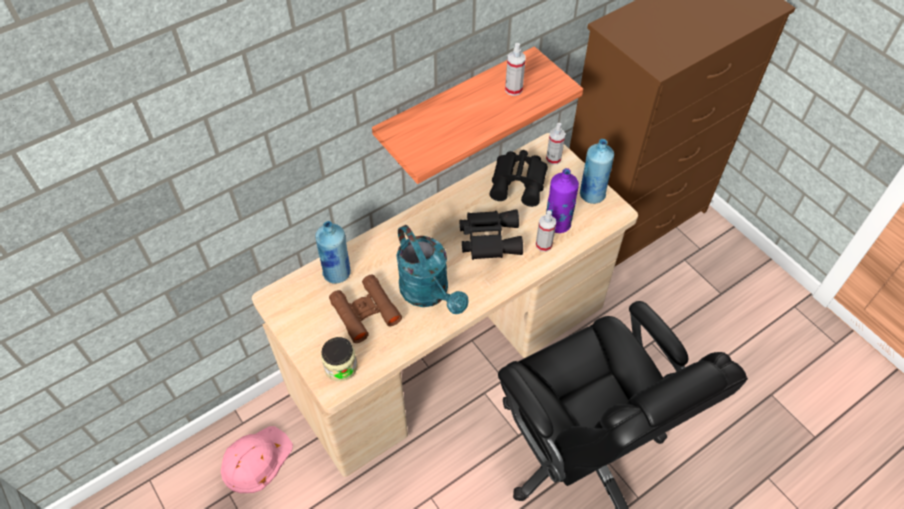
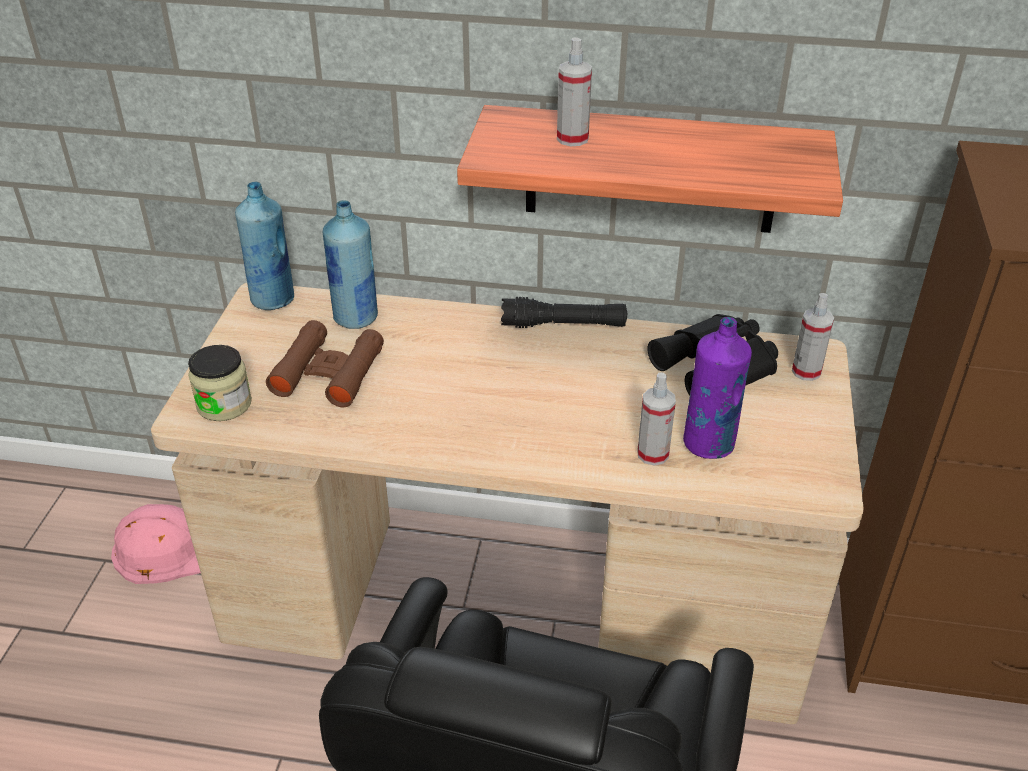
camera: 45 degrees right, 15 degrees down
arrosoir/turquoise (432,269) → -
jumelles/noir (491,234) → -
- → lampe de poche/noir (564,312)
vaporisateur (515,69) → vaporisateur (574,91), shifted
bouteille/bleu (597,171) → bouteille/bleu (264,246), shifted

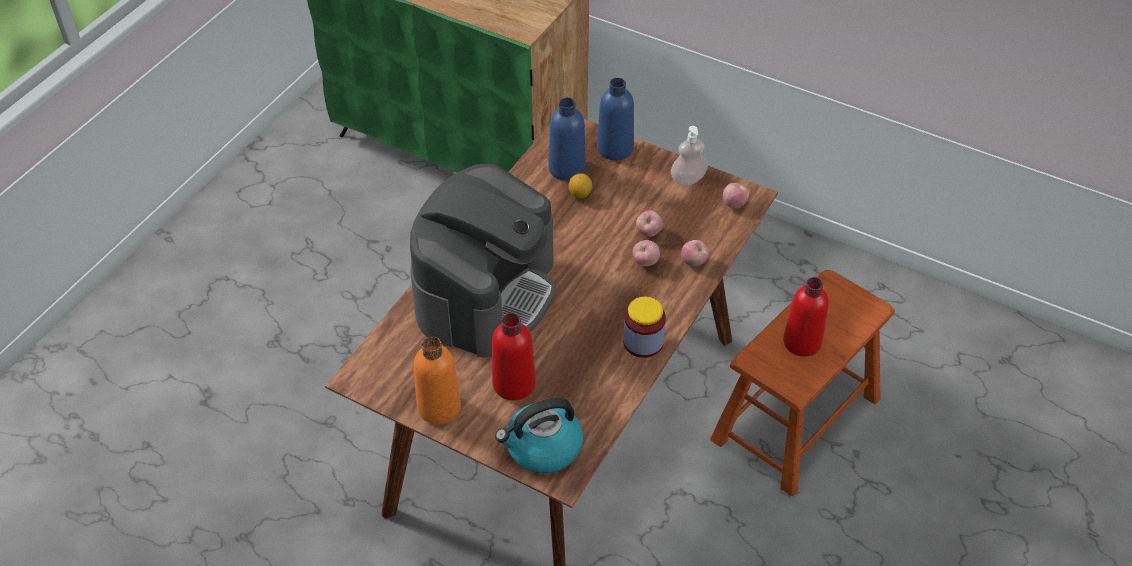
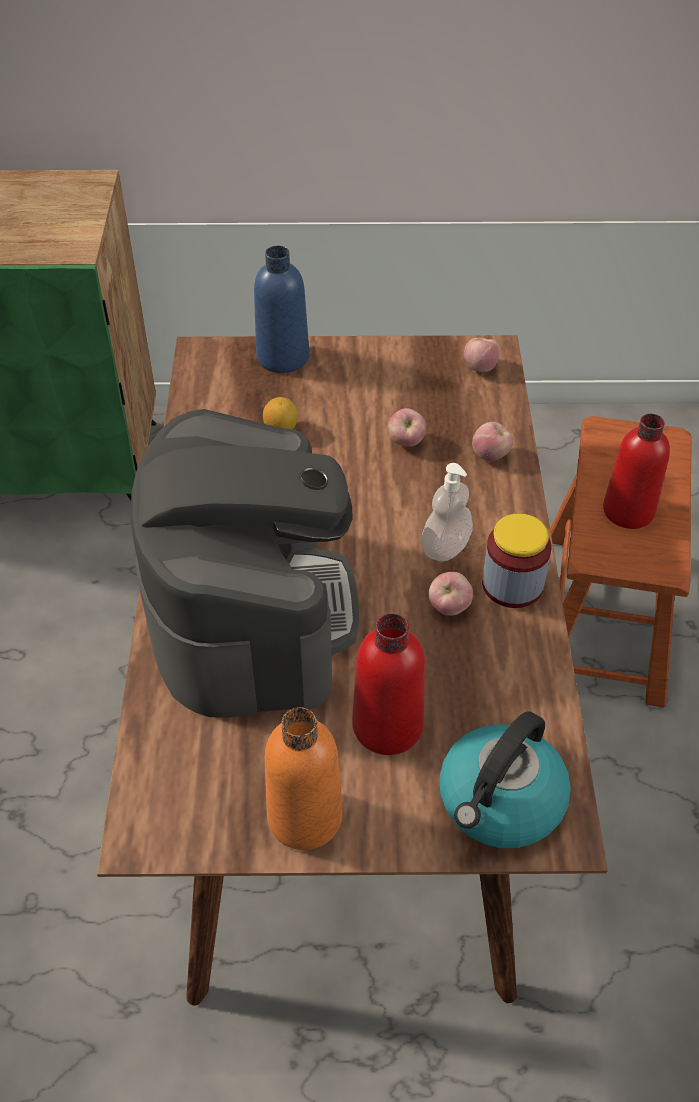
camera: 30 degrees left, 0 degrees up
bouteille/bleu (567,139) → -
pomme (646,253) → pomme (450,594), shifted
distributeur de savon (689,155) → distributeur de savon (447,512), shifted

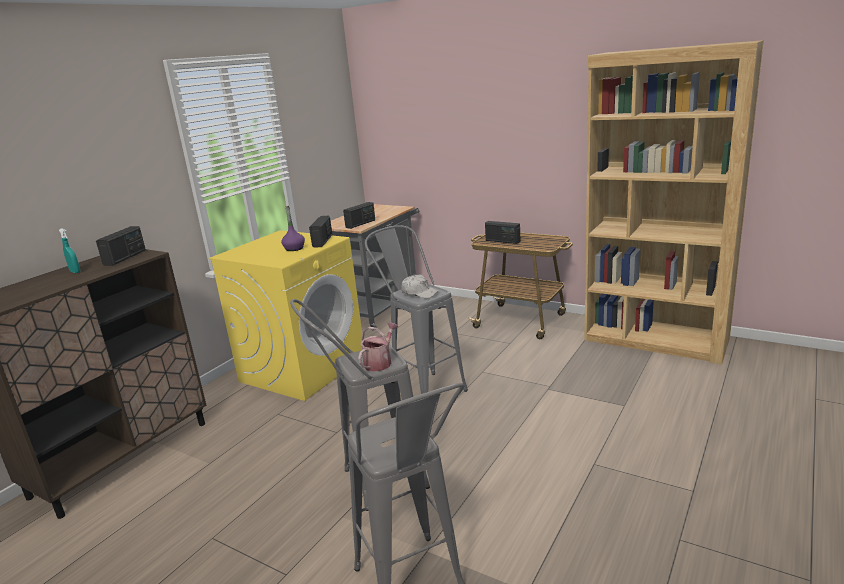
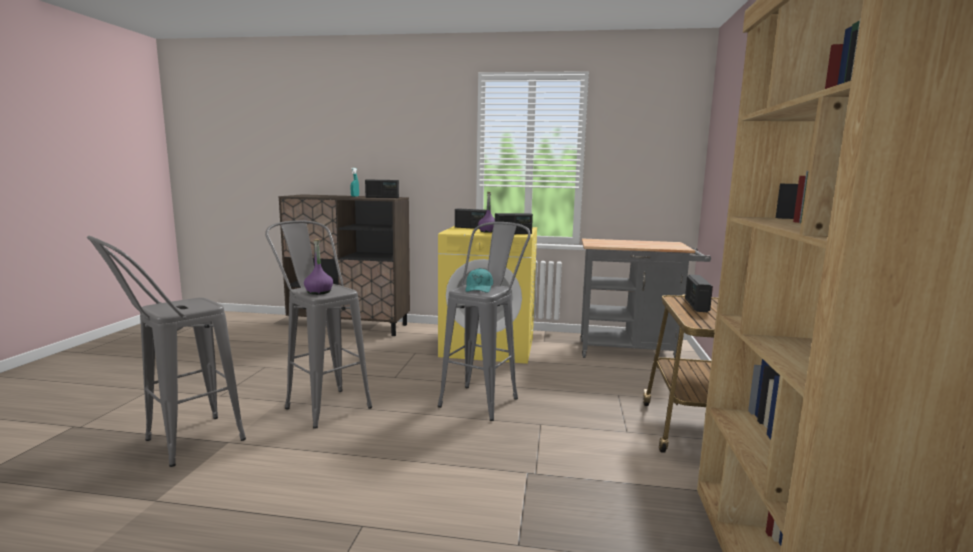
camera: 65 degrees right, 10 degrees down
radio (359,215) → radio (471,218), shifted
arrosoir (378,347) → bouteille/violet (318,267)
casquette/blanc (419,287) → casquette/turquoise (479,280)

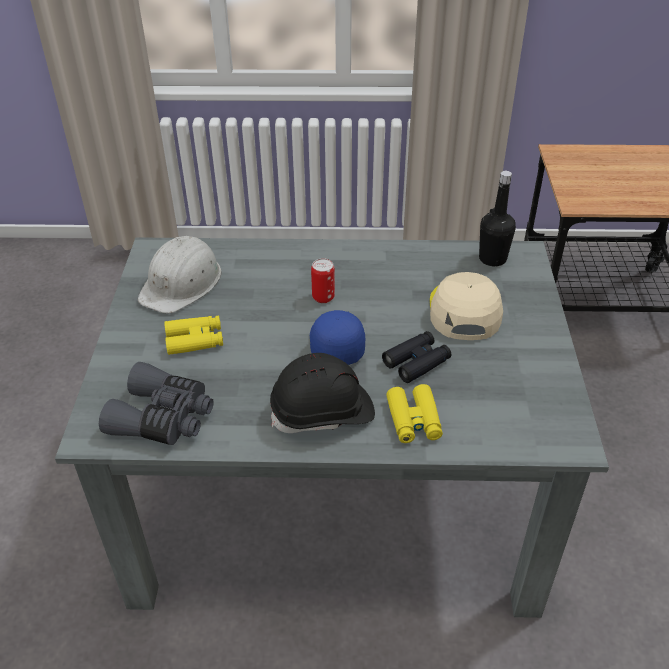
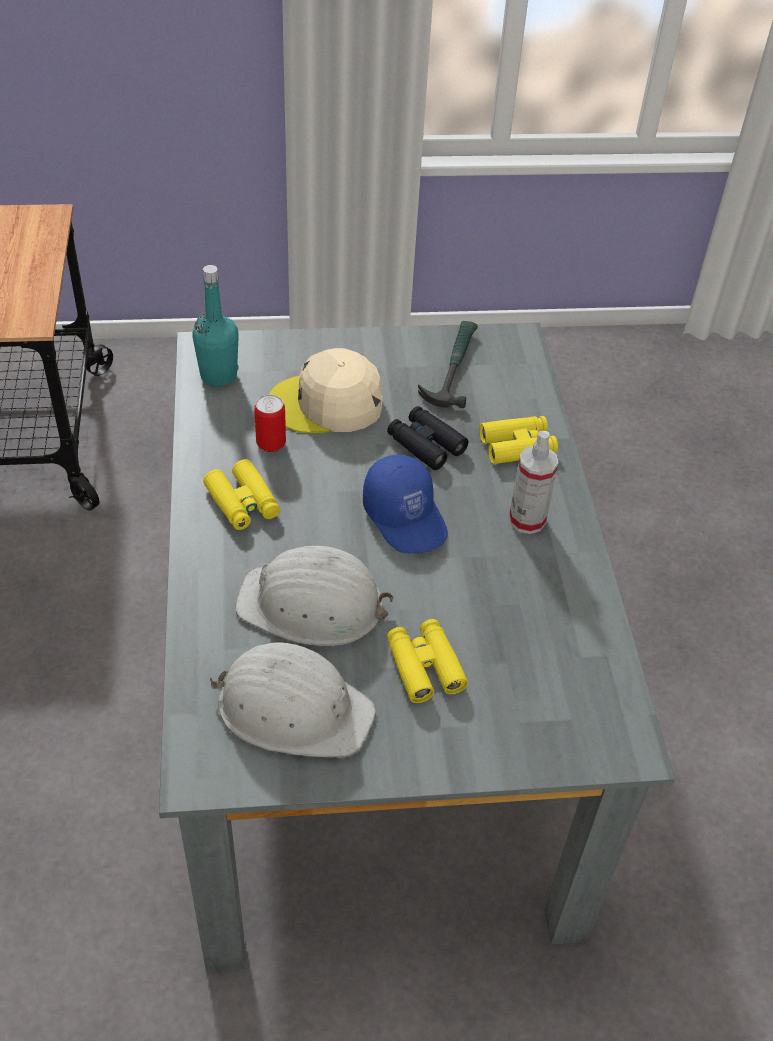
camera: 100 degrees left, 5 degrees up
jumelles/gris (156,403) → -
- → jumelles/jaune (241,494)
- → casque de chantier/blanc (314,596)
- → marteau (448,364)
boîte métallique (323,280) → boîte métallique (270,423), shifted
casque de chantier/noir (322,393) → vaporisateur (534,482)
bouteille/noir (497,219) → bouteille/turquoise (215,326)
casquette/bleu (337,337) → casquette/bleu (405,504), 105 degrees counterclockwise

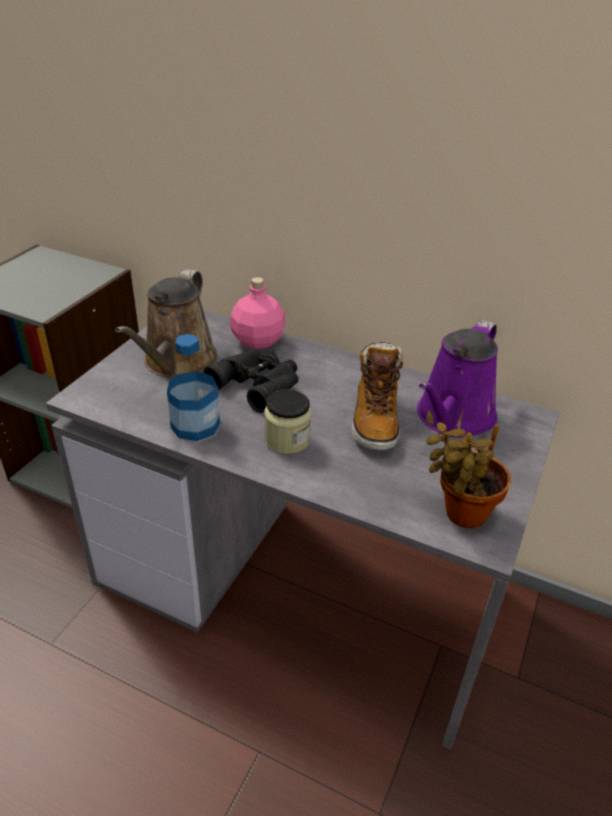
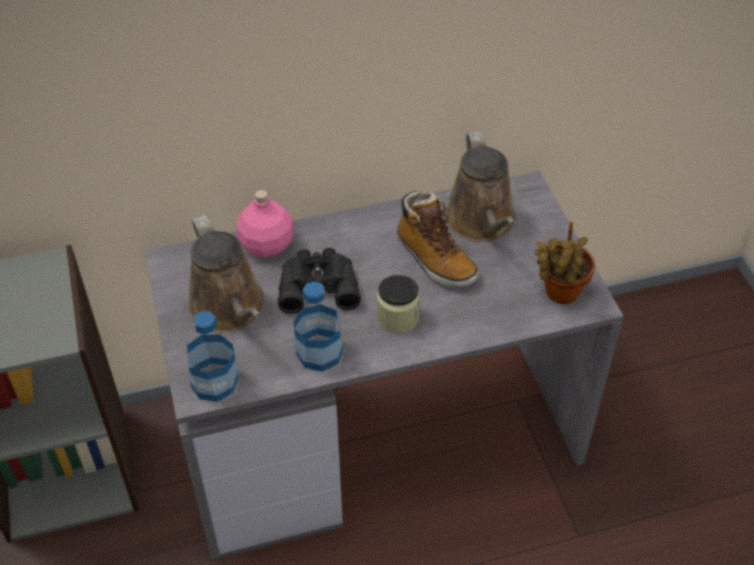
camera: 40 degrees left, 10 degrees up
- → bouteille (213,356)
arrosoir/violet (457,379) → arrosoir/marron (480,186)

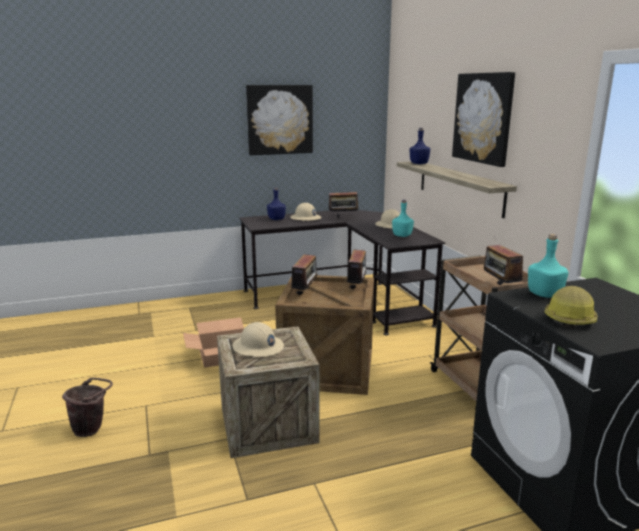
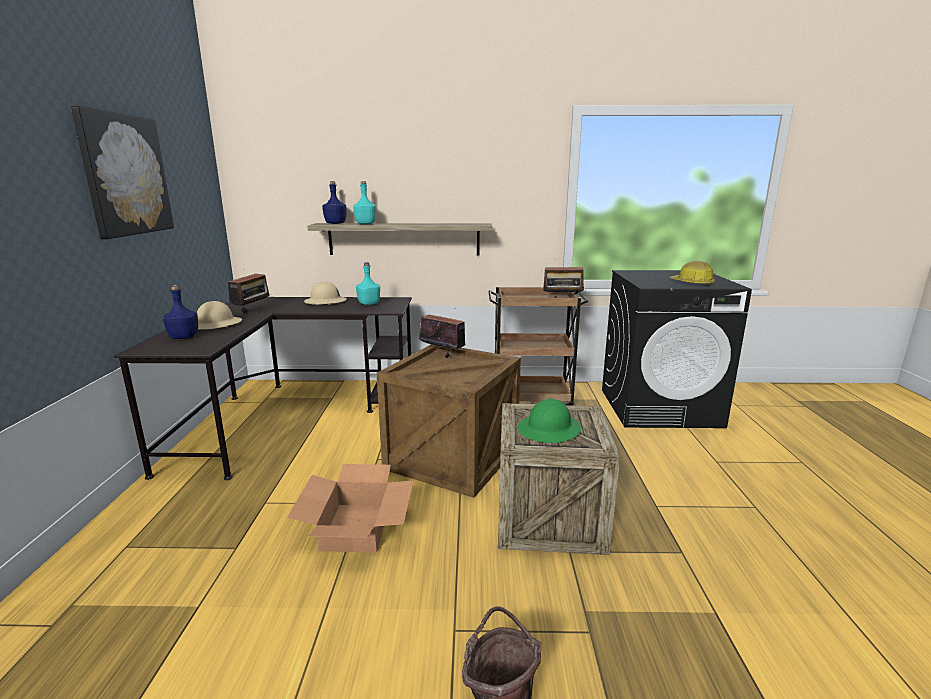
camera: 70 degrees left, 0 degrees up
radio (302,274) → -
tableau (483,119) → -
bouteille/turquoise (548,266) → bouteille/turquoise (364,202), shifted
casque de chantier/beige (258,339) → casque de chantier/vert (549,421)

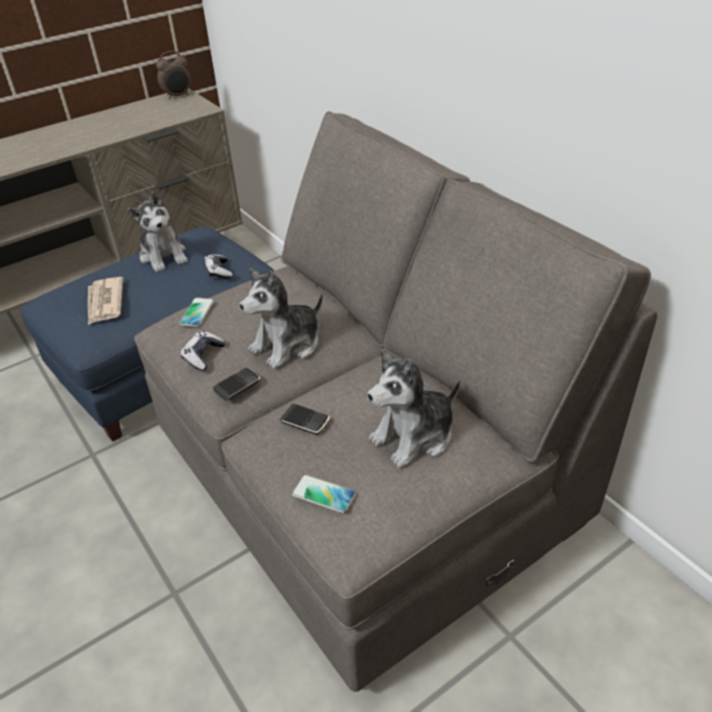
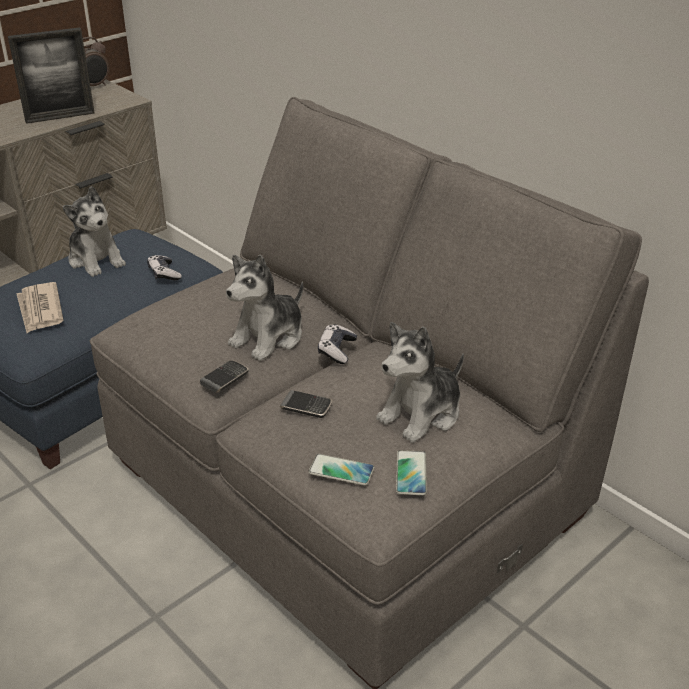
camera: 10 degrees left, 5 degrees down
- → cadre photo (51,76)
téléphone (196,312) → téléphone (411,472), shifted
manette (202,351) → manette (337,344), shifted

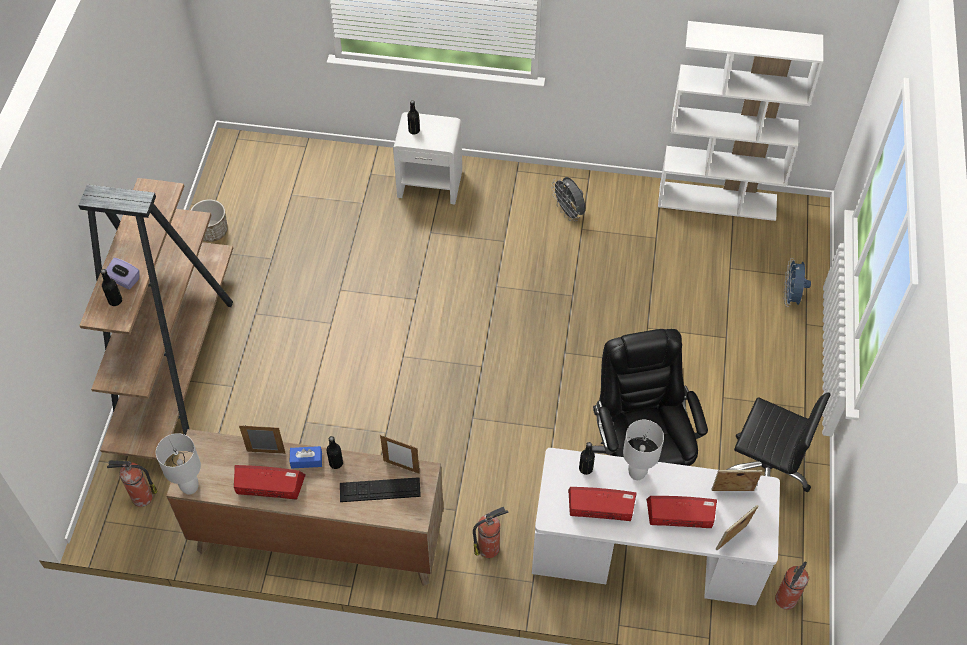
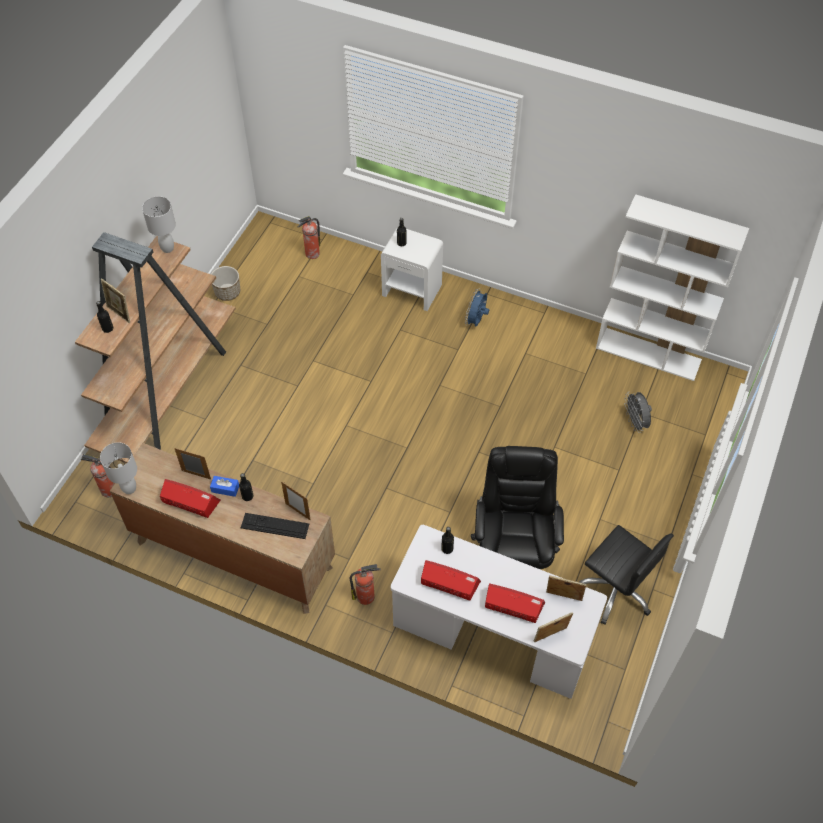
camera: 15 degrees right, 0 degrees up
ventilateur/gris (568,199) → ventilateur/gris (638,412), shifted
lampe de table/blanc (643,450) → lampe de table/blanc (159,224), shifted
extincteur (792,586) → extincteur (309,237), shifted
ventilateur/bleu (797,282) → ventilateur/bleu (477,307), shifted
boîte à mouchoirs/violet (123,274) → cadre photo (115,300)

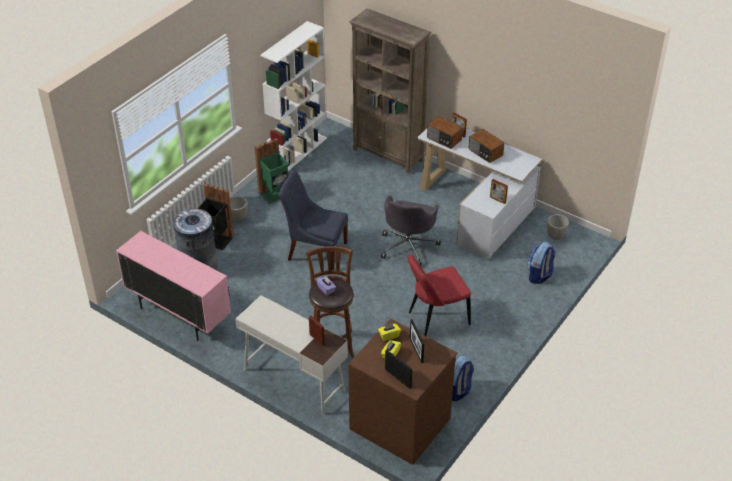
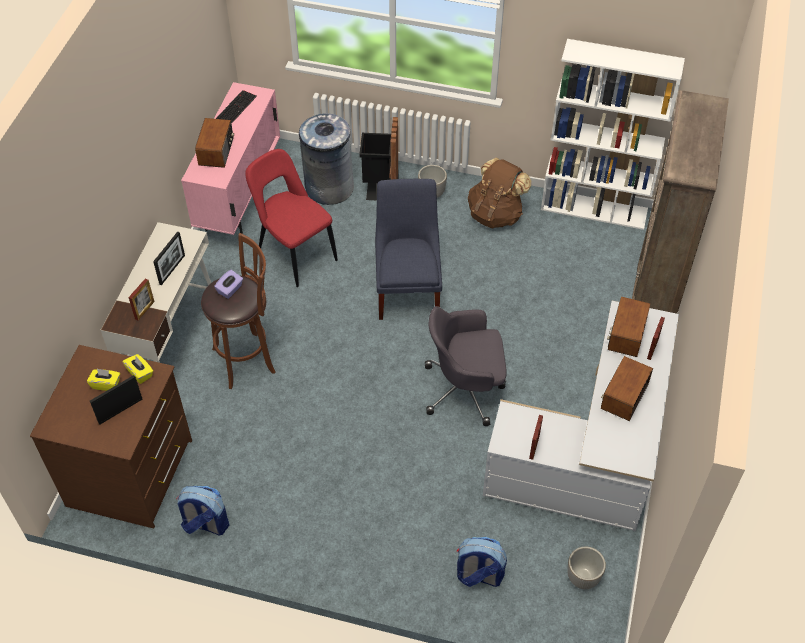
camera: 70 degrees right, 10 degrees up
- → radio (214,143)
- → clavier (236,107)
cadre photo (398,369) → cadre photo (169,258), shifted
chaise/rouge (439,295) → chaise/rouge (291,218), shifted
poubelle/vert (272,171) → sac à dos/marron (499,193)

